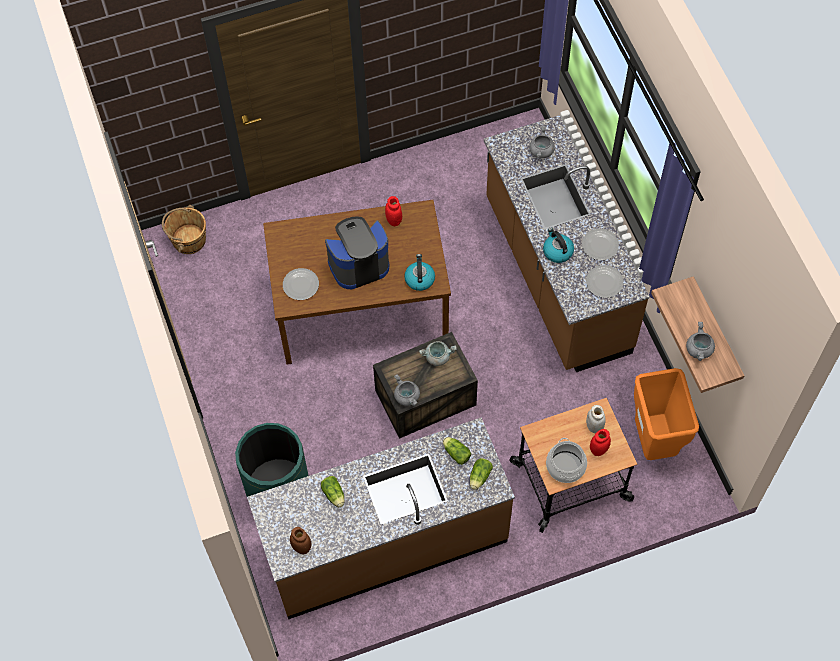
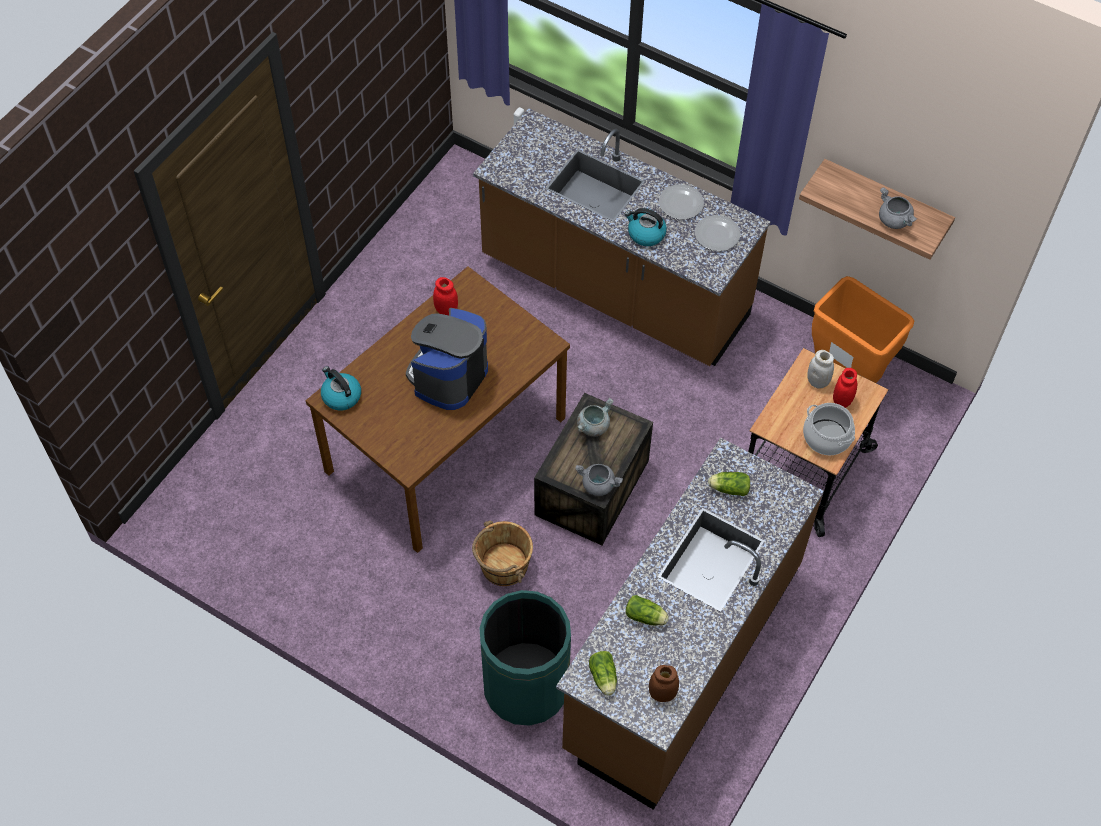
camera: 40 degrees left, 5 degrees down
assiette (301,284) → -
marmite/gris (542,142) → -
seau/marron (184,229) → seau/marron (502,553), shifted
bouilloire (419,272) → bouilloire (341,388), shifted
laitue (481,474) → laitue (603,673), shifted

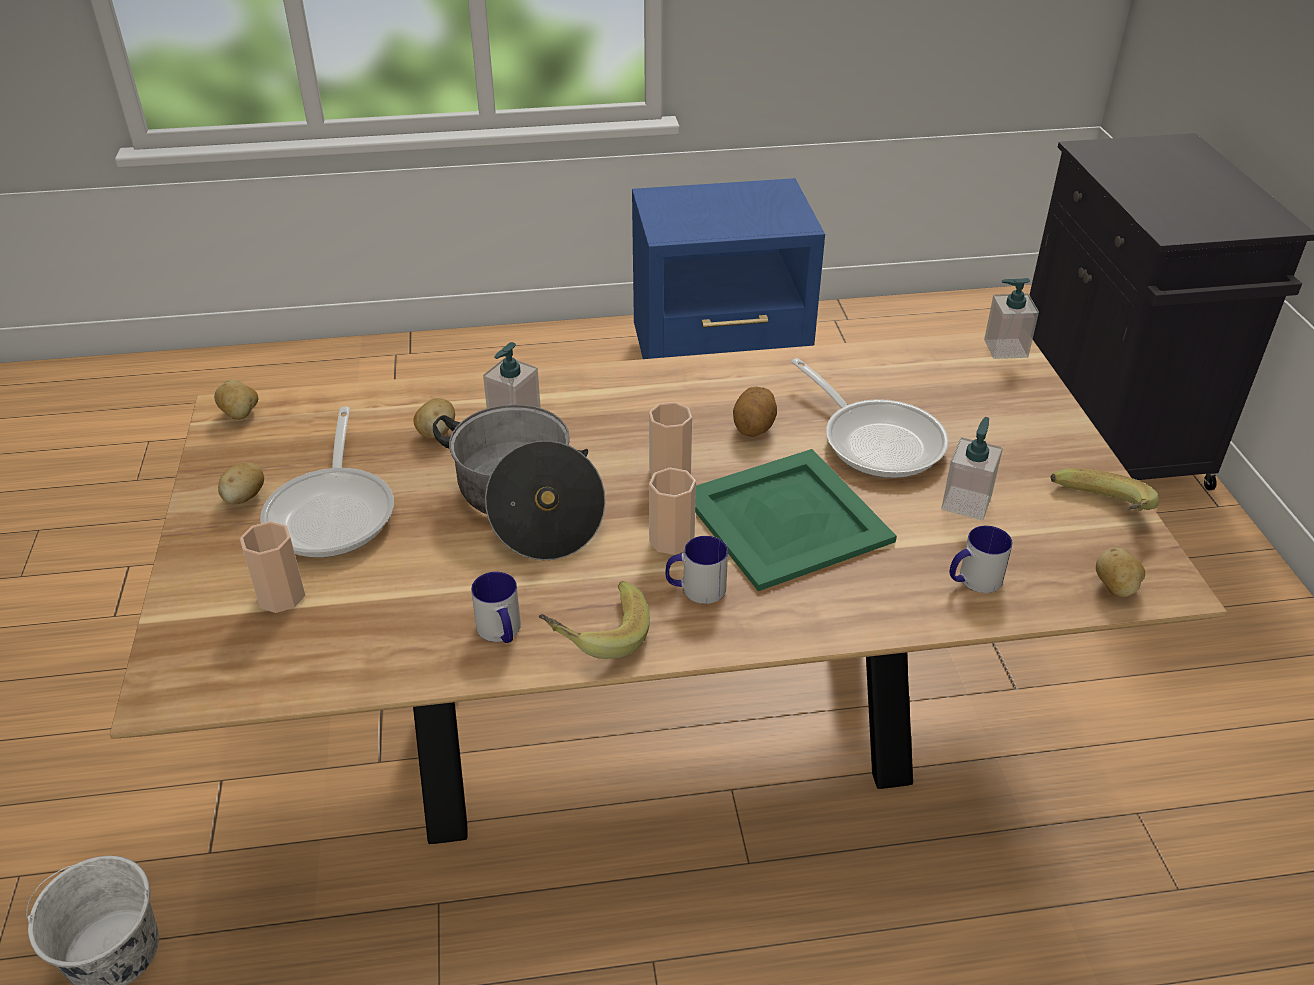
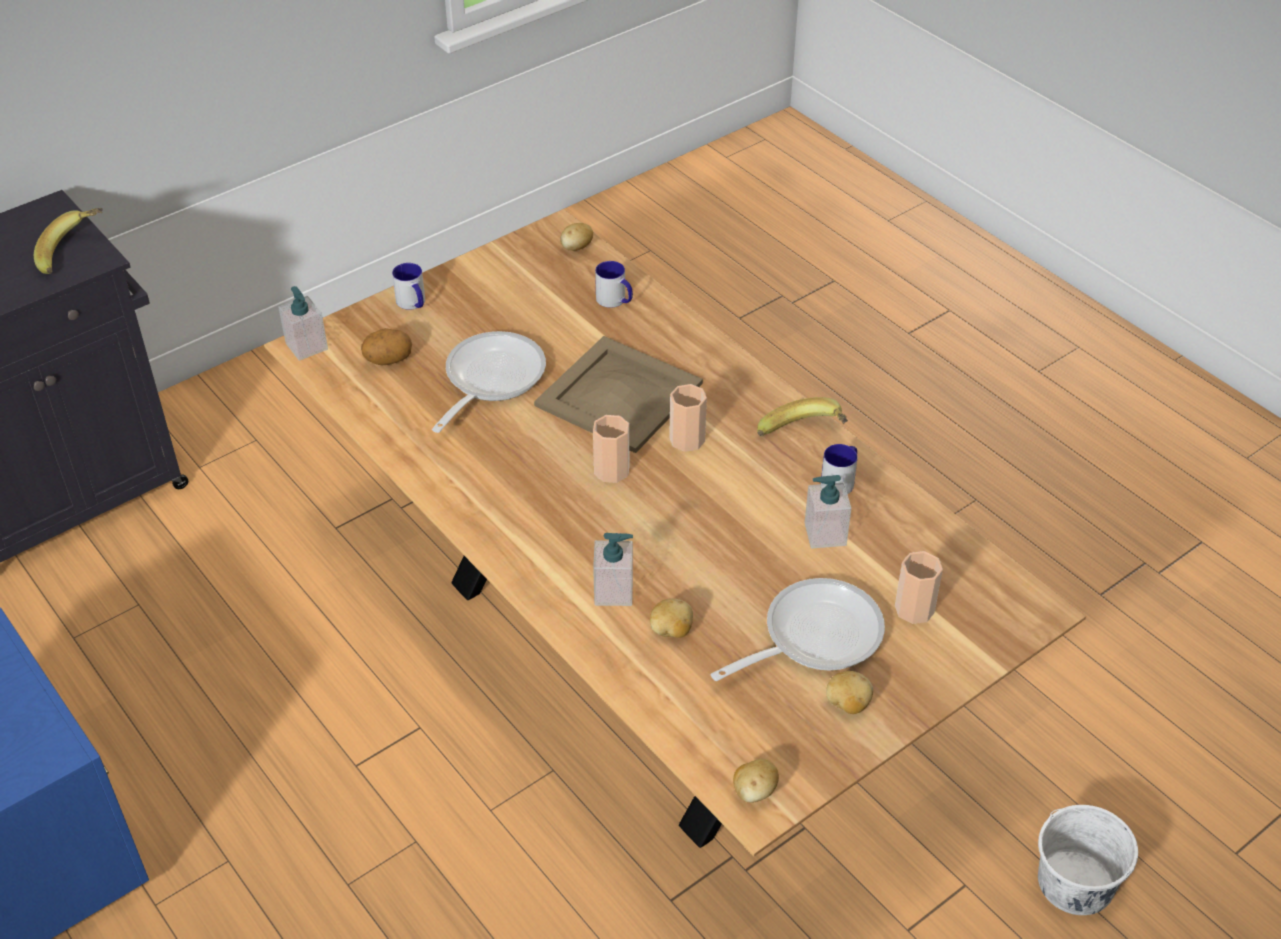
camera: 120 degrees left, 5 degrees up
marmite (519,482) → -
mug (696,570) → mug (408,286), shifted
pomme de terre (755,412) → pomme de terre (386,346), shifted
distributeur de savon (972,468) → distributeur de savon (828,512), shifted
banane (1104,489) → banane (68,241), shifted
plateau/vert (796,520) → plateau/beige (618,394)

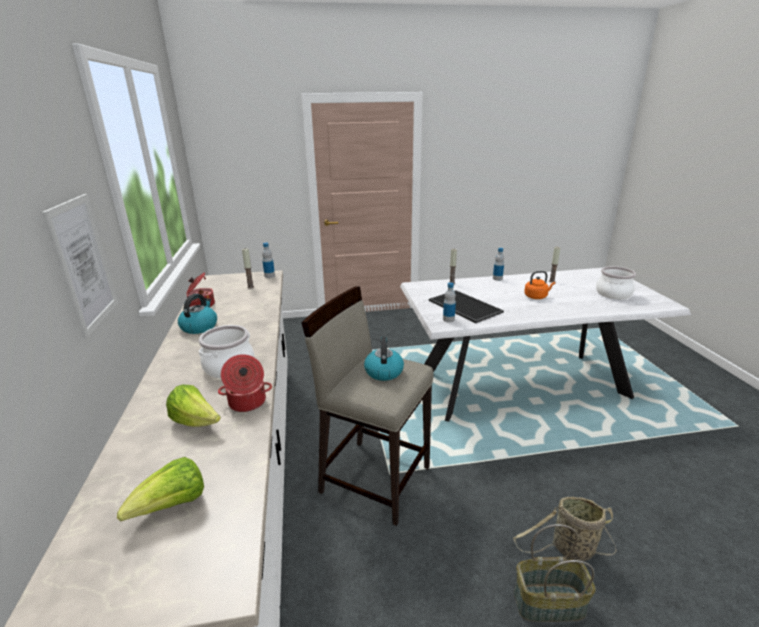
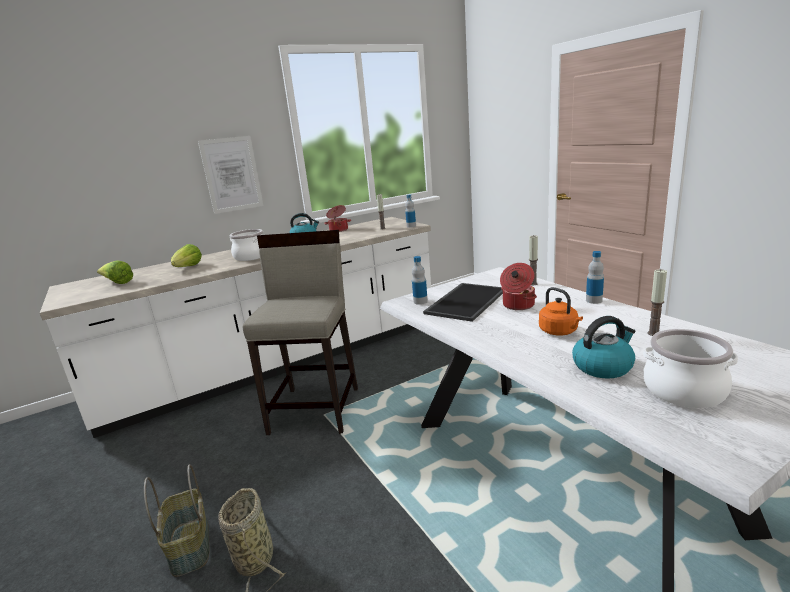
camera: 70 degrees right, 5 degrees down
marmite (245,383) → marmite (518,286), shifted
bouilloire (384,359) → bouilloire (603,347), shifted

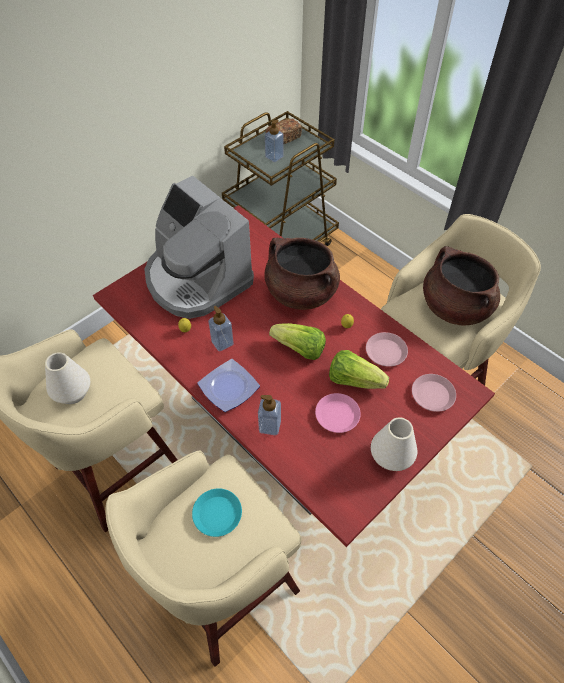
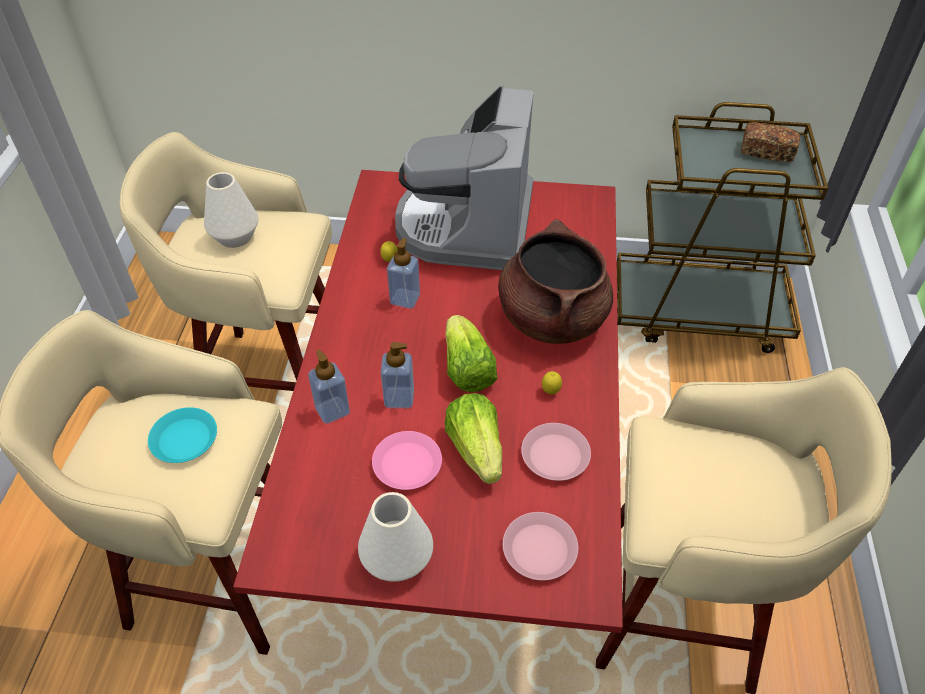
camera: 50 degrees right, 5 degrees down
assiette (228,385) → -
marmite/marron (461,286) → -
distributeur de savon (274,140) → distributeur de savon (397,375), shifted

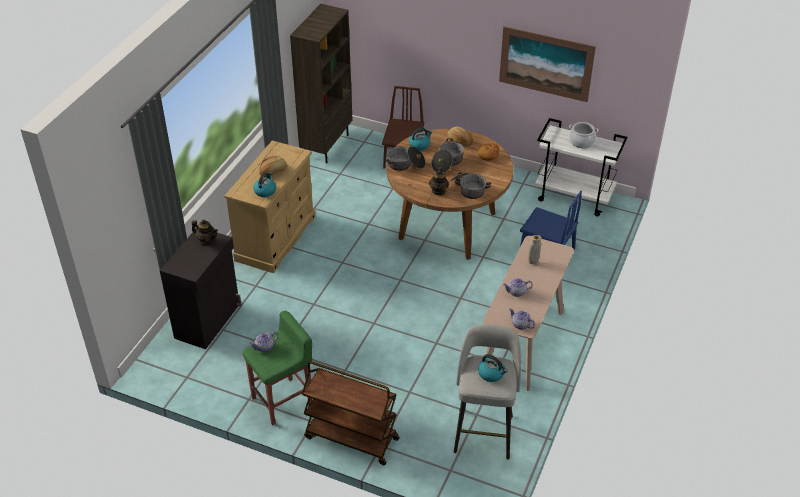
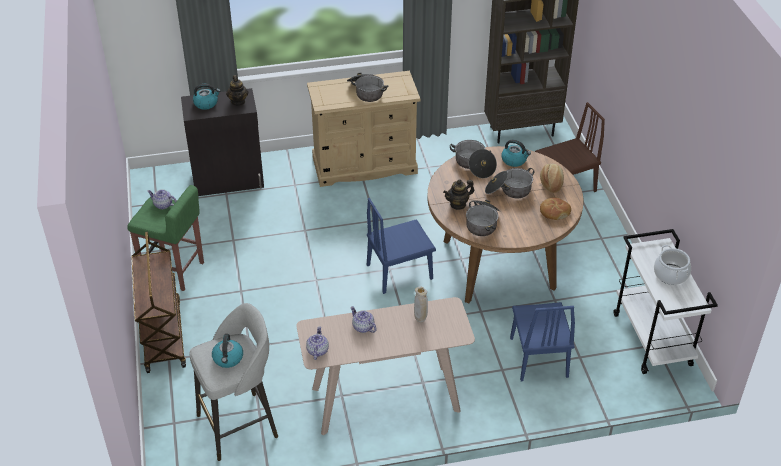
camera: 55 degrees right, 0 degrees up
tableau (547,64) → -
- → chaise/bleu (401,246)
bouilloire (264,184) → bouilloire (206,97), shifted
pain (273,166) → marmite (367,87)

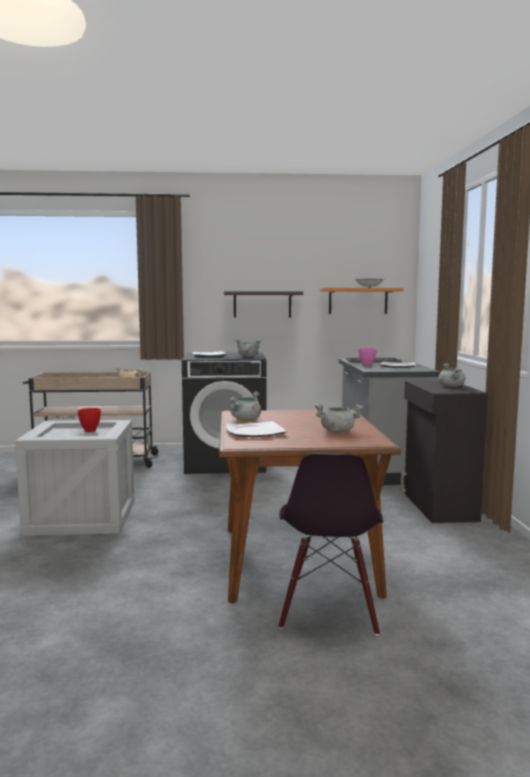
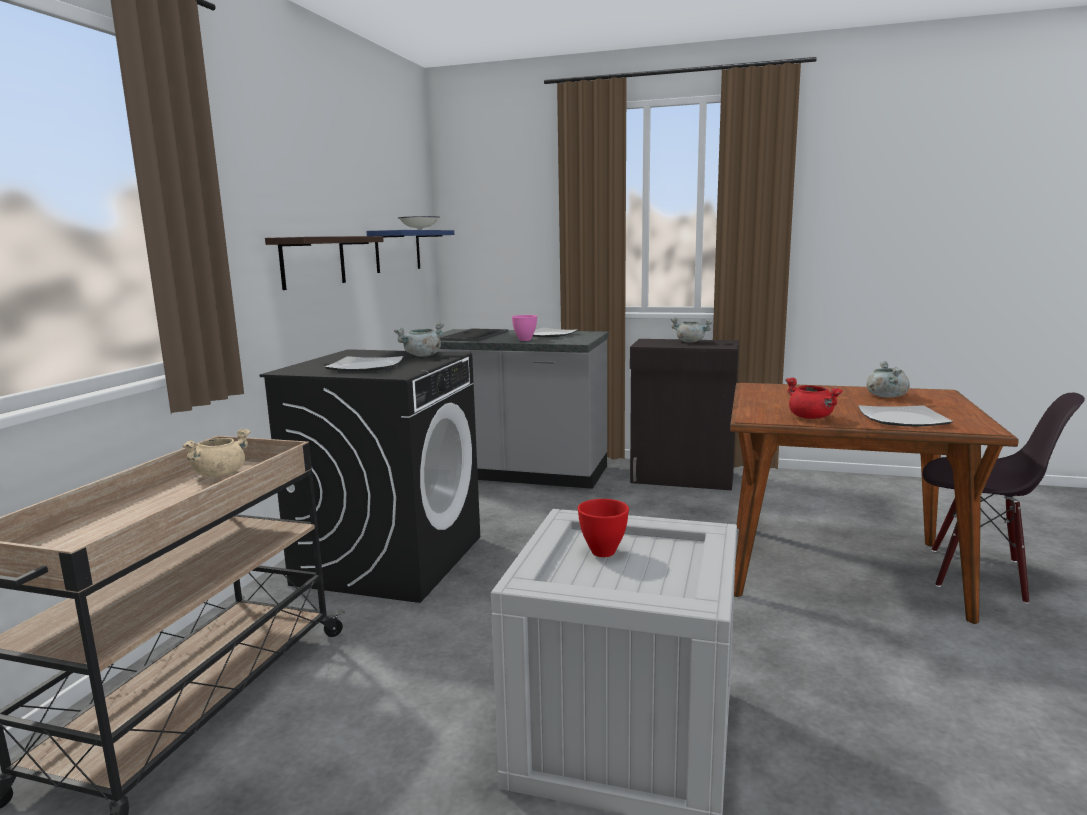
camera: 70 degrees left, 5 degrees up
marmite/gris (244,405) → marmite/rouge (814,398)
étagère/orange (362,301) → étagère/bleu (410,251)

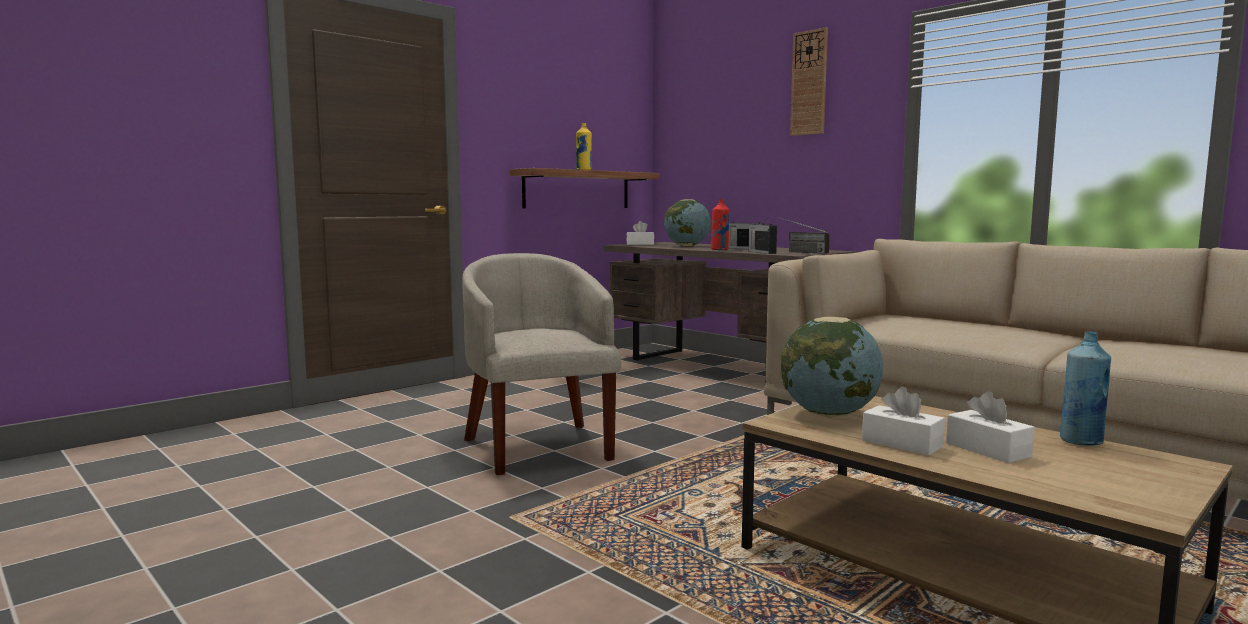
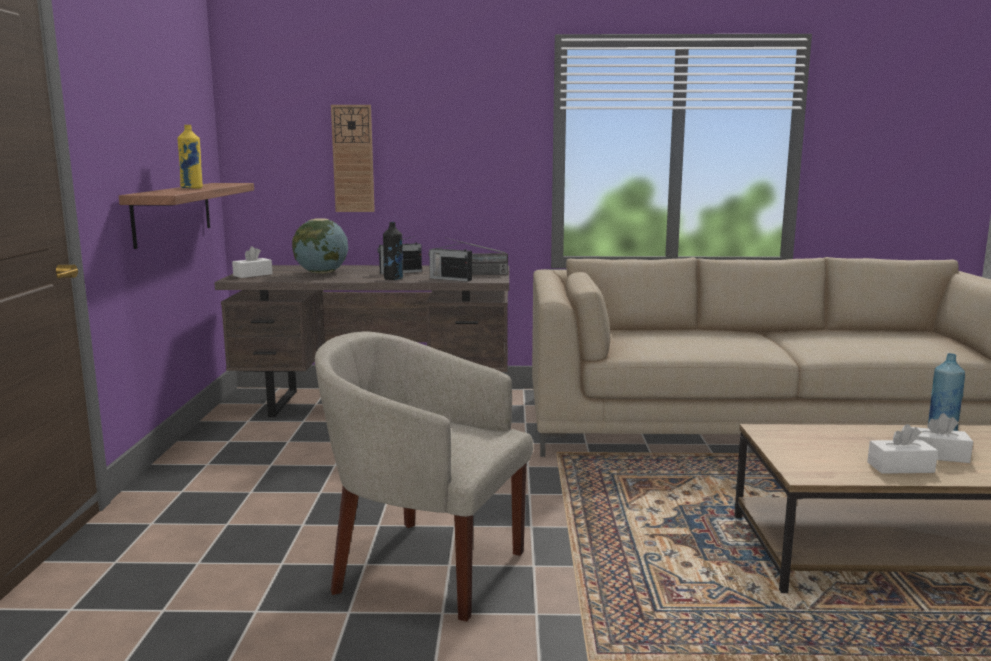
camera: 45 degrees left, 5 degrees up
globe (832,367) → -
horloge murale (809,81) → horloge murale (353,158), shifted
bouteille/rouge (720,224) → bouteille/noir (393,251)

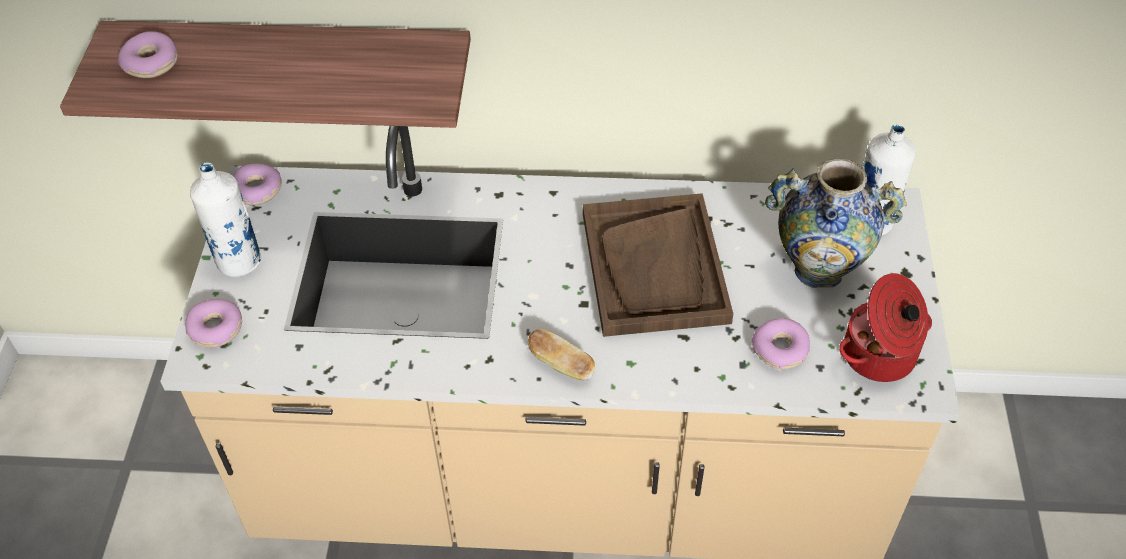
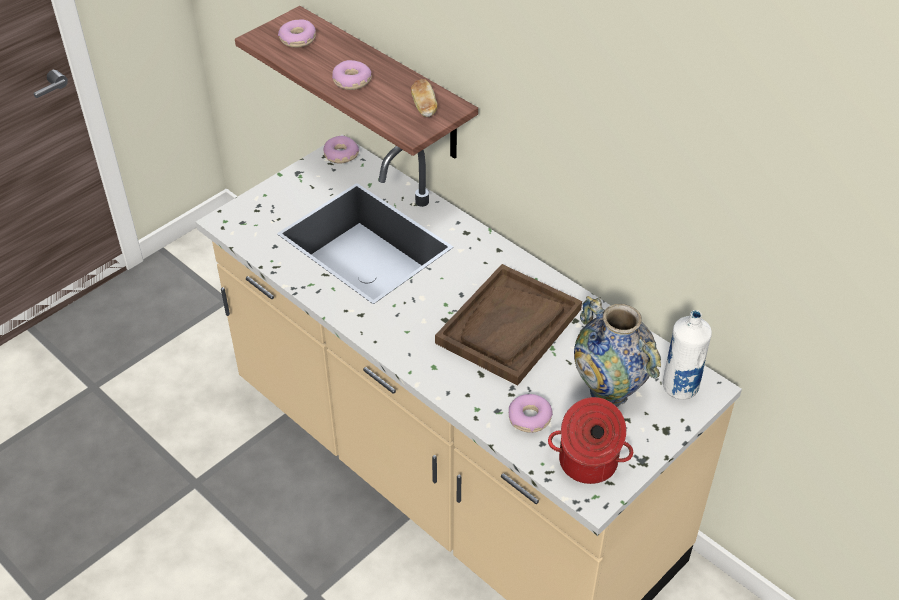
camera: 40 degrees right, 5 degrees down
bouteille/blanc (226,219) → -
beignet (213,323) → beignet (352,75), shifted
pain (561,354) → pain (424,98), shifted

